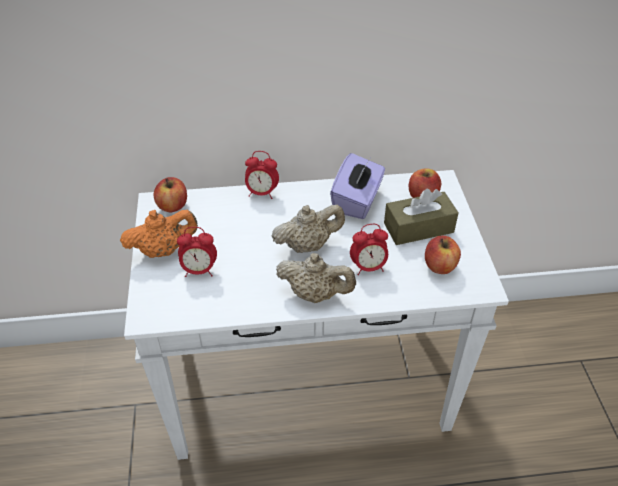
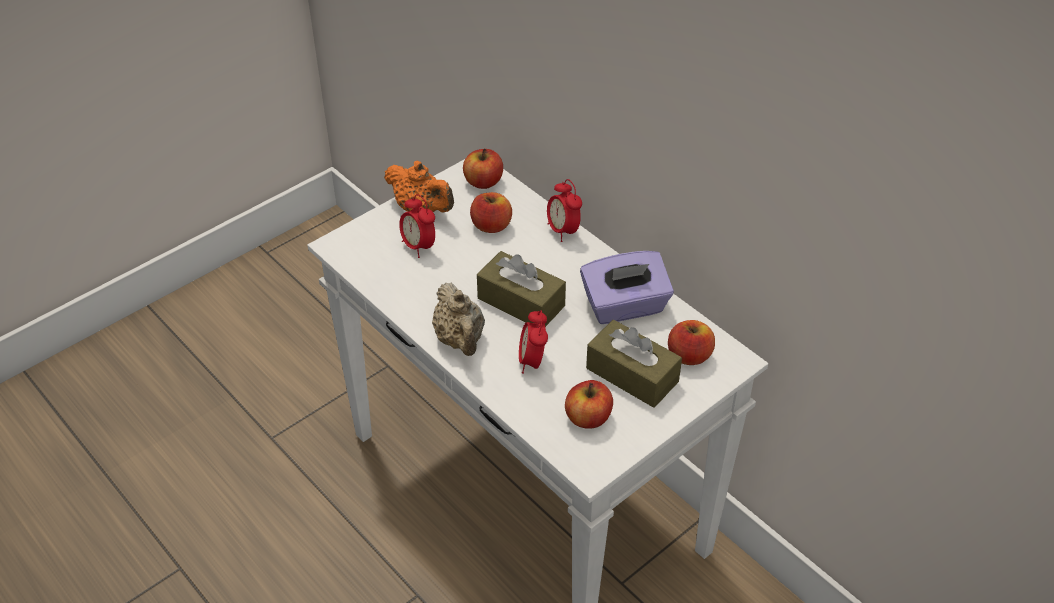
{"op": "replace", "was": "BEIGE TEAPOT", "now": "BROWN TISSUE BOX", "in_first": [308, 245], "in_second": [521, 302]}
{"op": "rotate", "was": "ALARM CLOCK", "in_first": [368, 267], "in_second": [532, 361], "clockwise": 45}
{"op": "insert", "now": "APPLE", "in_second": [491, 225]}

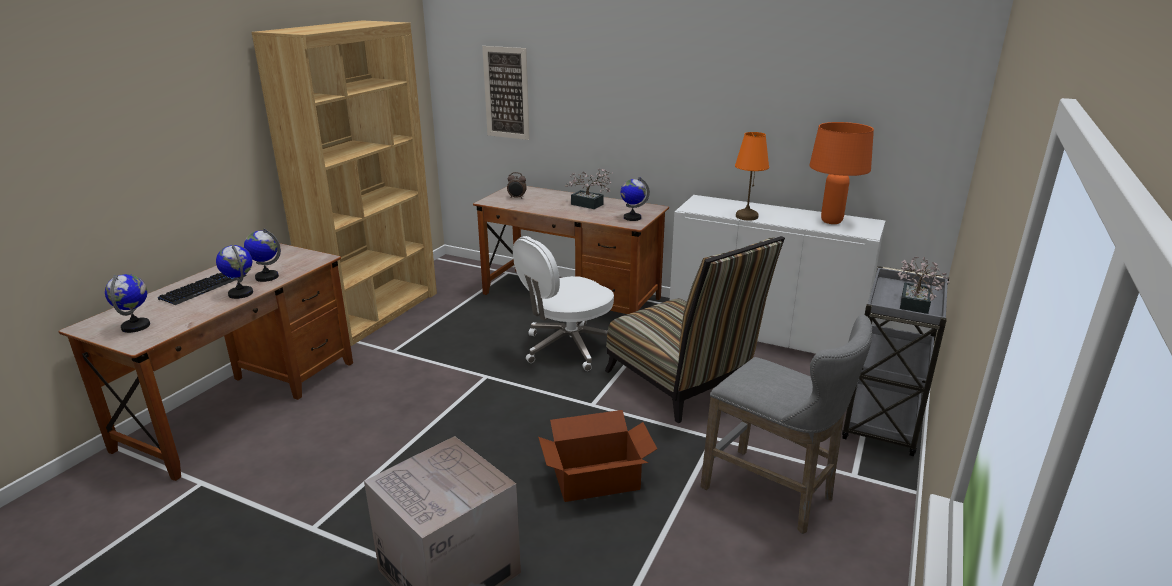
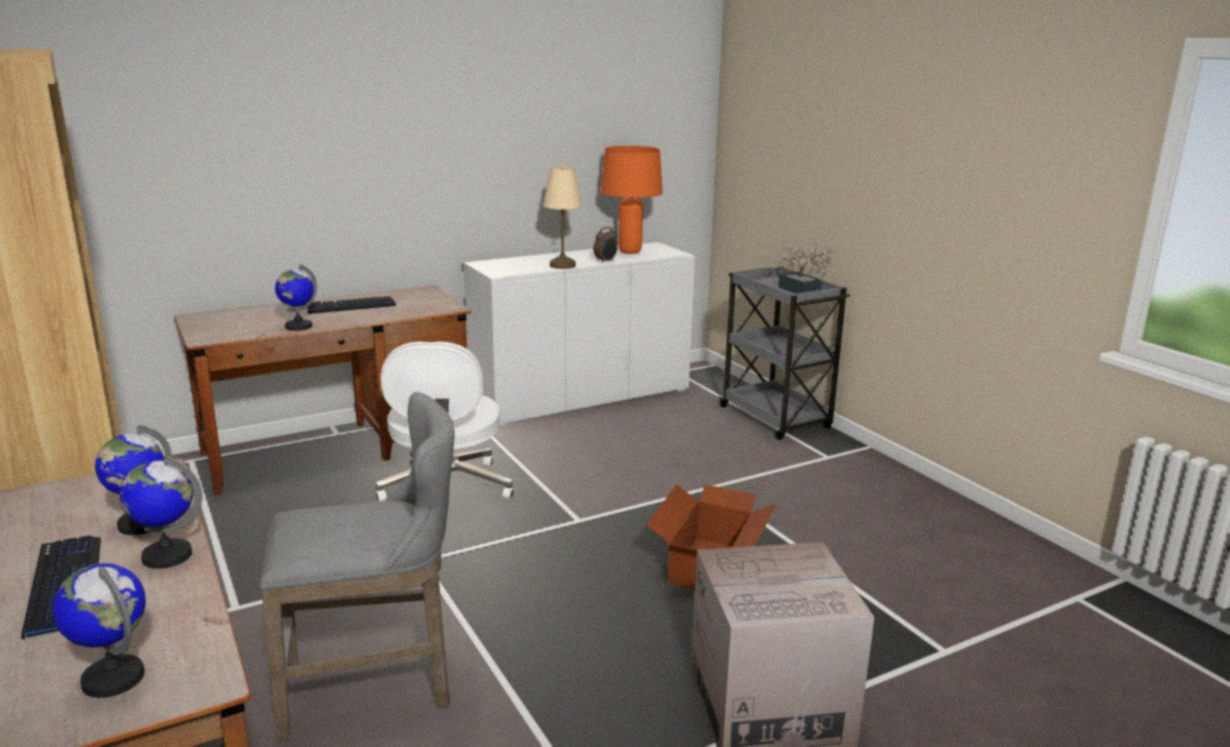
{"op": "delete", "was": "PICTURE", "in_first": [506, 93]}
{"op": "move", "was": "ALARM CLOCK", "in_first": [517, 198], "in_second": [605, 261]}
{"op": "replace", "was": "POTTED PLANT", "now": "KEYBOARD", "in_first": [590, 205], "in_second": [350, 306]}
{"op": "delete", "was": "CHAIR", "in_first": [683, 384]}
{"op": "move", "was": "GLOBE", "in_first": [632, 218], "in_second": [298, 326]}
{"op": "move", "was": "GREY STOOL", "in_first": [774, 494], "in_second": [376, 686]}
{"op": "recolor", "was": "ORANGE TABLE LAMP", "now": "BEIGE TABLE LAMP", "in_first": [746, 216], "in_second": [562, 265]}

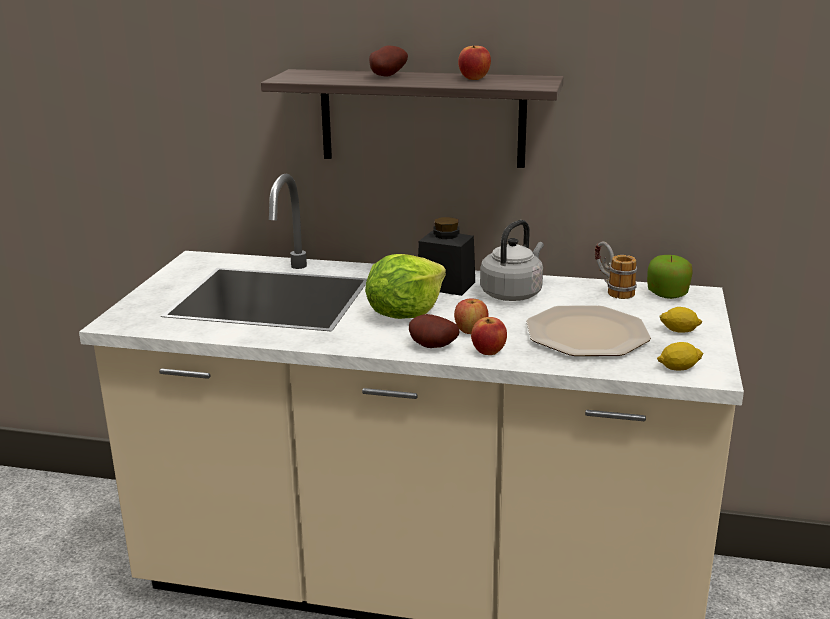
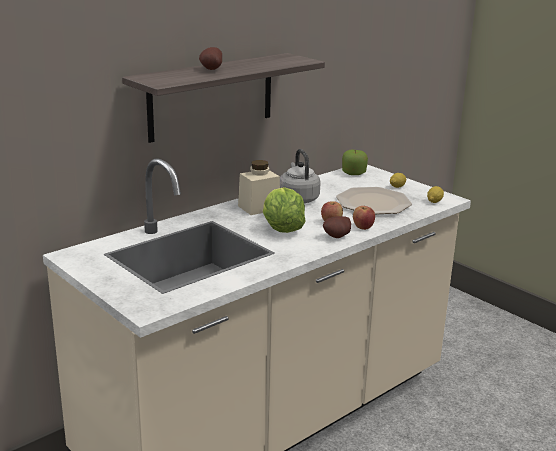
{"op": "recolor", "was": "BLACK JAR", "now": "BEIGE JAR", "in_first": [446, 285], "in_second": [259, 207]}
{"op": "delete", "was": "APPLE", "in_first": [474, 79]}
{"op": "delete", "was": "MUG", "in_first": [612, 290]}

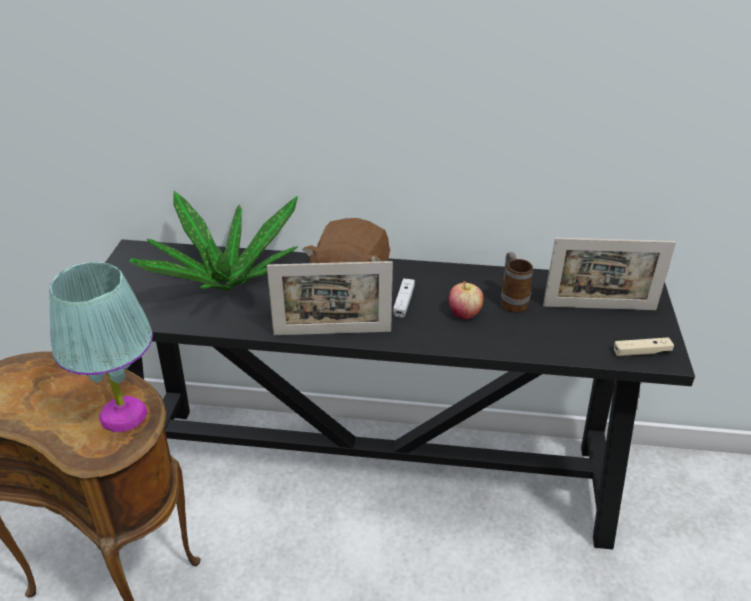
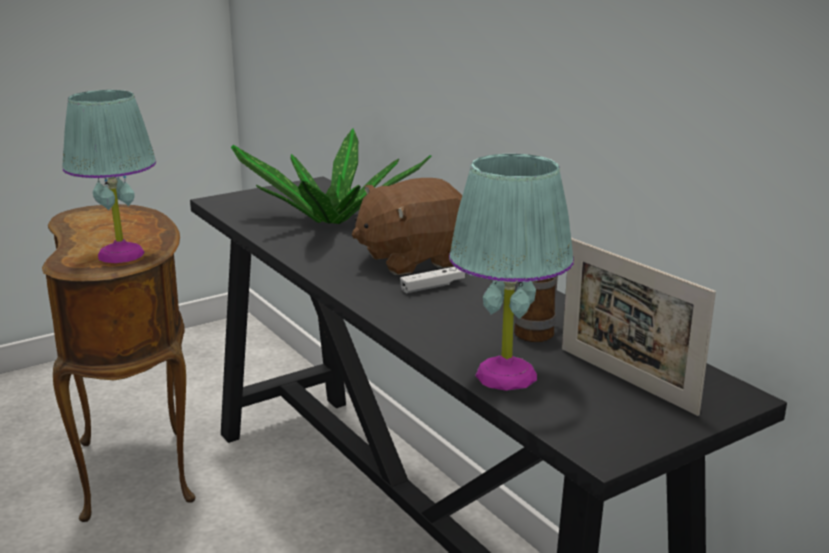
{"op": "delete", "was": "PICTURE FRAME", "in_first": [332, 333]}
{"op": "delete", "was": "APPLE", "in_first": [464, 314]}
{"op": "delete", "was": "BEIGE GAME CONTROLLER", "in_first": [642, 352]}
{"op": "insert", "now": "TURQUOISE TABLE LAMP", "in_second": [506, 375]}

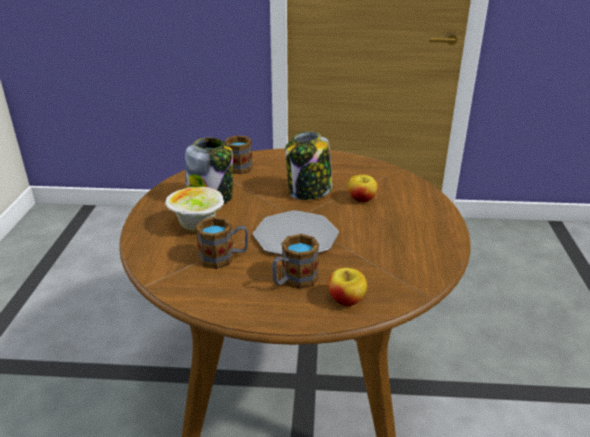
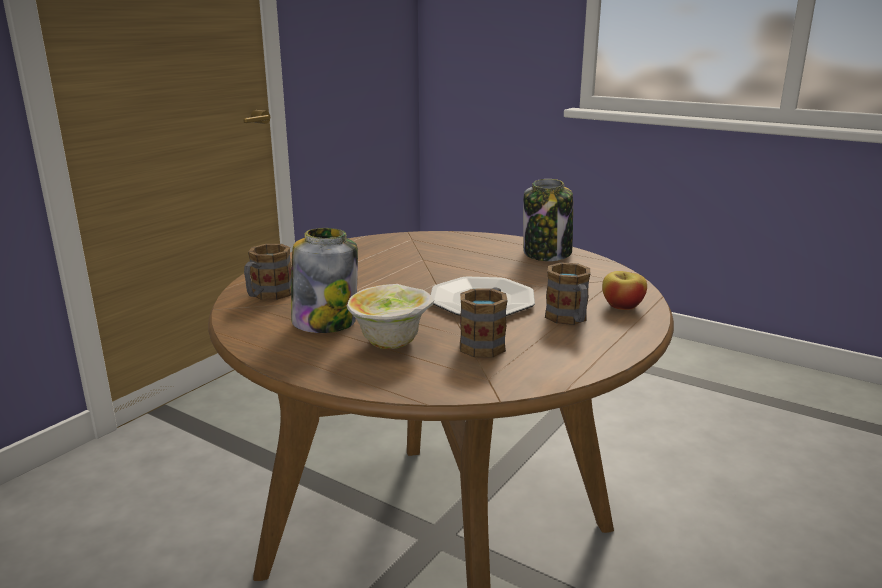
{"op": "move", "was": "JAR", "in_first": [309, 191], "in_second": [547, 253]}
{"op": "delete", "was": "APPLE", "in_first": [361, 199]}

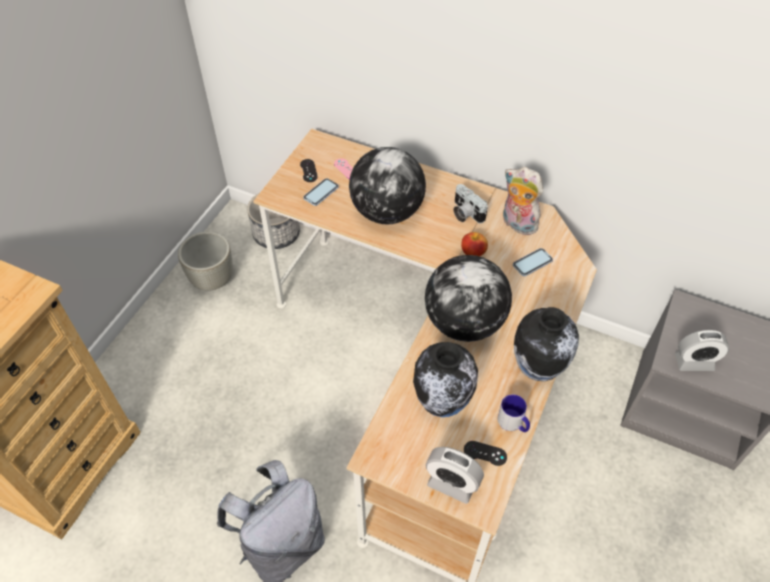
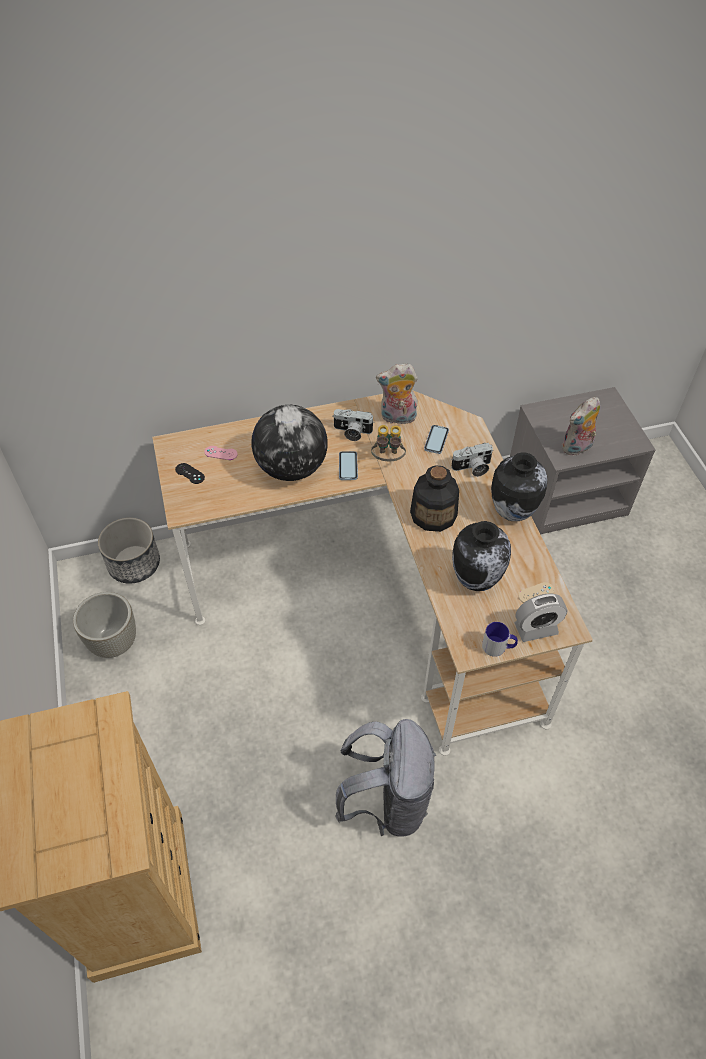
{"op": "move", "was": "PHONE", "in_first": [321, 193], "in_second": [348, 466]}
{"op": "replace", "was": "GLOBE", "now": "BOTTLE", "in_first": [464, 323], "in_second": [434, 514]}
{"op": "replace", "was": "APPLE", "now": "BINOCULARS", "in_first": [473, 253], "in_second": [388, 459]}
{"op": "recolor", "was": "BLACK GAME CONTROLLER", "now": "BEIGE GAME CONTROLLER", "in_first": [485, 453], "in_second": [536, 593]}
{"op": "move", "was": "MUG", "in_first": [513, 423], "in_second": [498, 647]}
{"op": "replace", "was": "ALARM CLOCK", "now": "PLUSH TOY", "in_first": [694, 362], "in_second": [577, 448]}
{"op": "insert", "now": "PHOTO CAMERA", "in_second": [472, 468]}

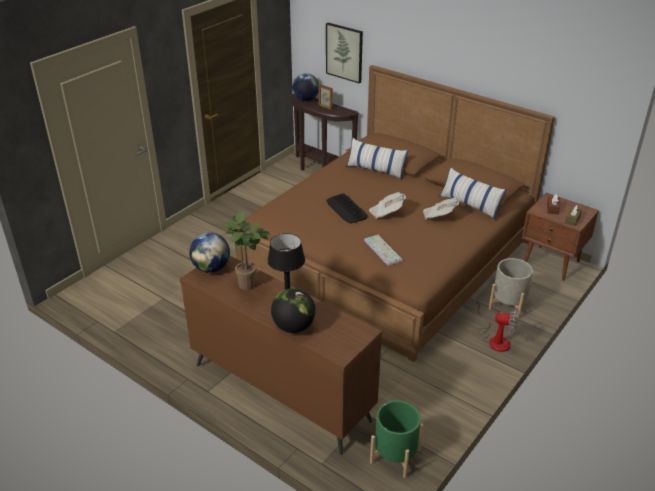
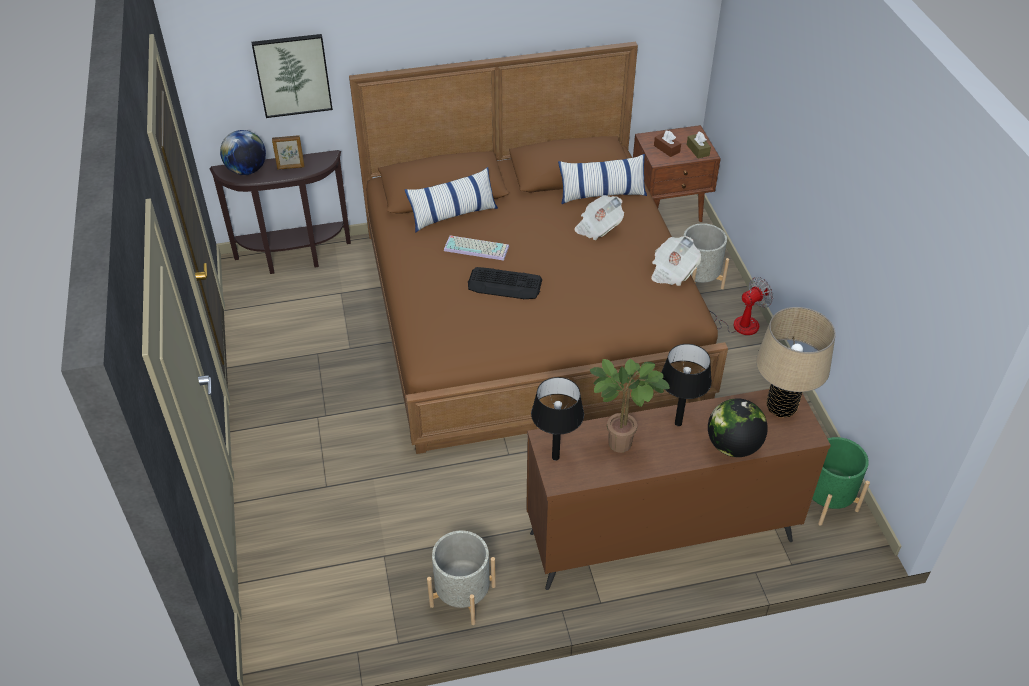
{"op": "replace", "was": "GLOBE", "now": "BLACK TABLE LAMP", "in_first": [211, 268], "in_second": [556, 457]}
{"op": "move", "was": "KEYBOARD", "in_first": [384, 250], "in_second": [477, 248]}
{"op": "move", "was": "NEWSPAPER", "in_first": [386, 213], "in_second": [672, 271]}
{"op": "insert", "now": "GREY PLANTER", "in_second": [463, 596]}
{"op": "insert", "now": "BEIGE TABLE LAMP", "in_second": [781, 407]}

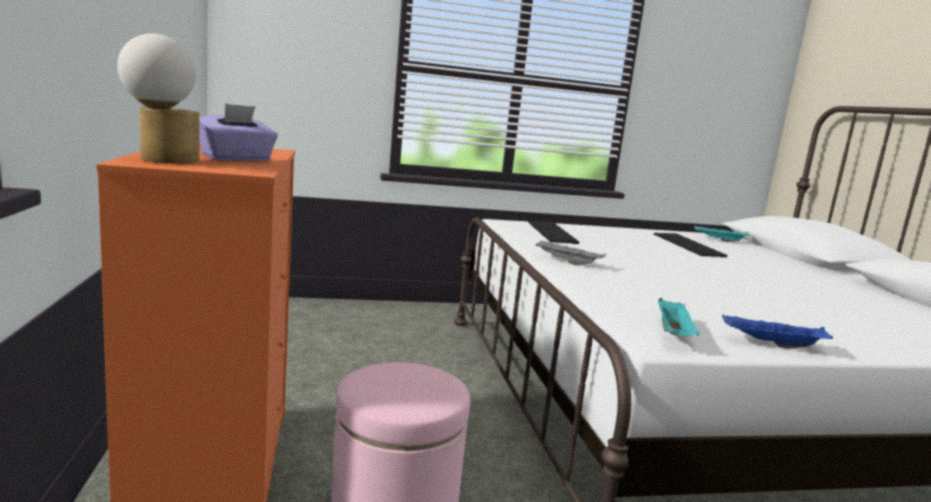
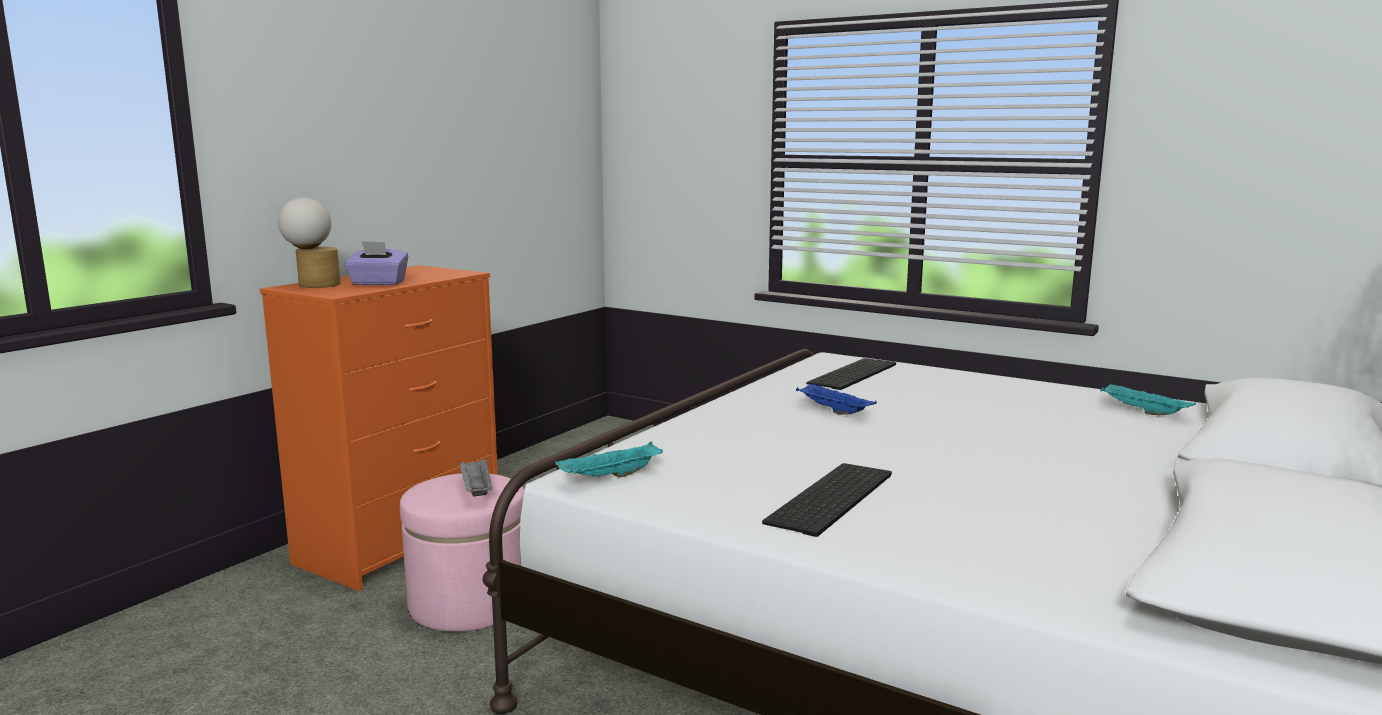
{"op": "move", "was": "GREY TRAY", "in_first": [566, 262], "in_second": [476, 490]}
{"op": "move", "was": "KEYBOARD", "in_first": [689, 245], "in_second": [833, 499]}
{"op": "move", "was": "BLUE TRAY", "in_first": [771, 345], "in_second": [832, 411]}

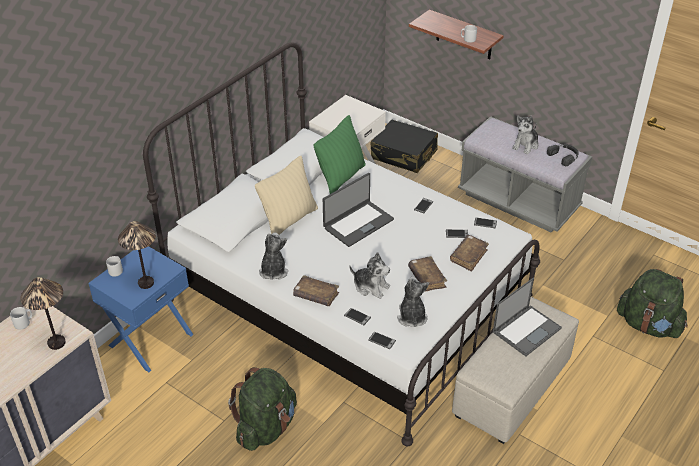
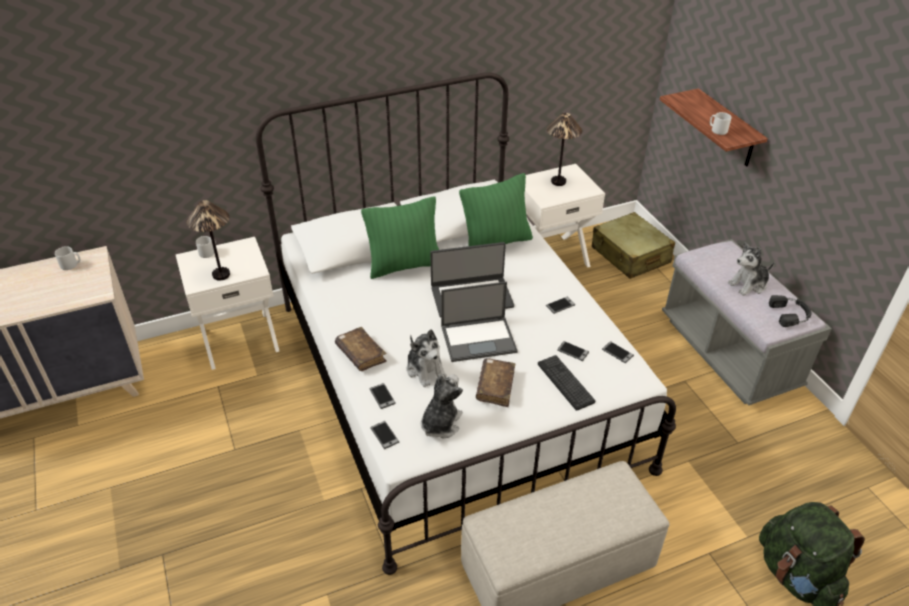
{"op": "move", "was": "TABLE LAMP", "in_first": [57, 343], "in_second": [558, 182]}
{"op": "recolor", "was": "BLUE NIGHTSTAND", "now": "WHITE NIGHTSTAND", "in_first": [150, 339], "in_second": [239, 339]}
{"op": "delete", "was": "GREEN BACKPACK", "in_first": [266, 427]}
{"op": "recolor", "was": "BEIGE PILLOW", "now": "GREEN PILLOW", "in_first": [289, 220], "in_second": [404, 265]}
{"op": "delete", "was": "PLUSH TOY", "in_first": [273, 271]}
{"op": "recolor", "was": "BLACK SUITCASE", "now": "BEIGE SUITCASE", "in_first": [404, 155], "in_second": [630, 255]}
{"op": "replace", "was": "BROWN BOOK", "now": "KEYBOARD", "in_first": [468, 256], "in_second": [565, 382]}
{"op": "move", "was": "LAPTOP", "in_first": [527, 330], "in_second": [479, 338]}

